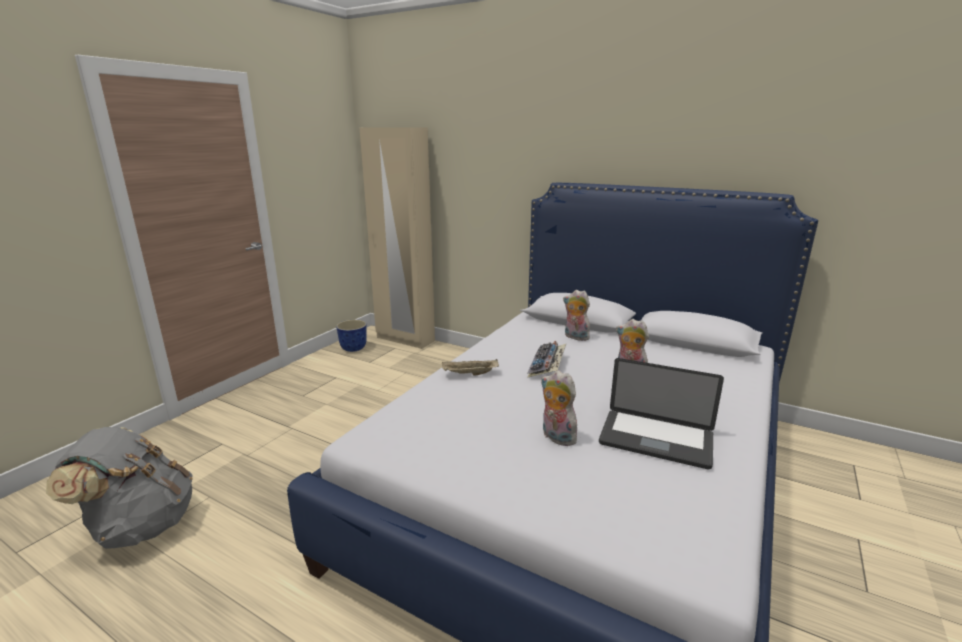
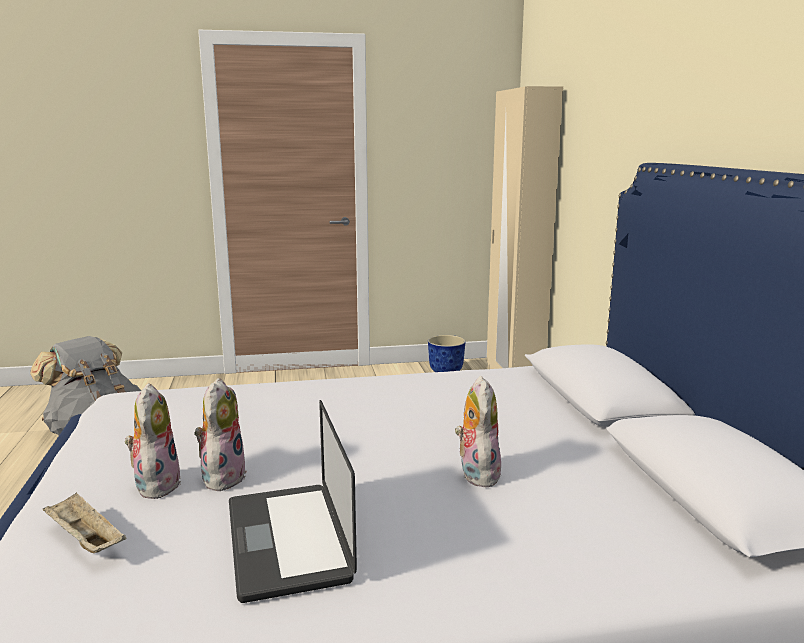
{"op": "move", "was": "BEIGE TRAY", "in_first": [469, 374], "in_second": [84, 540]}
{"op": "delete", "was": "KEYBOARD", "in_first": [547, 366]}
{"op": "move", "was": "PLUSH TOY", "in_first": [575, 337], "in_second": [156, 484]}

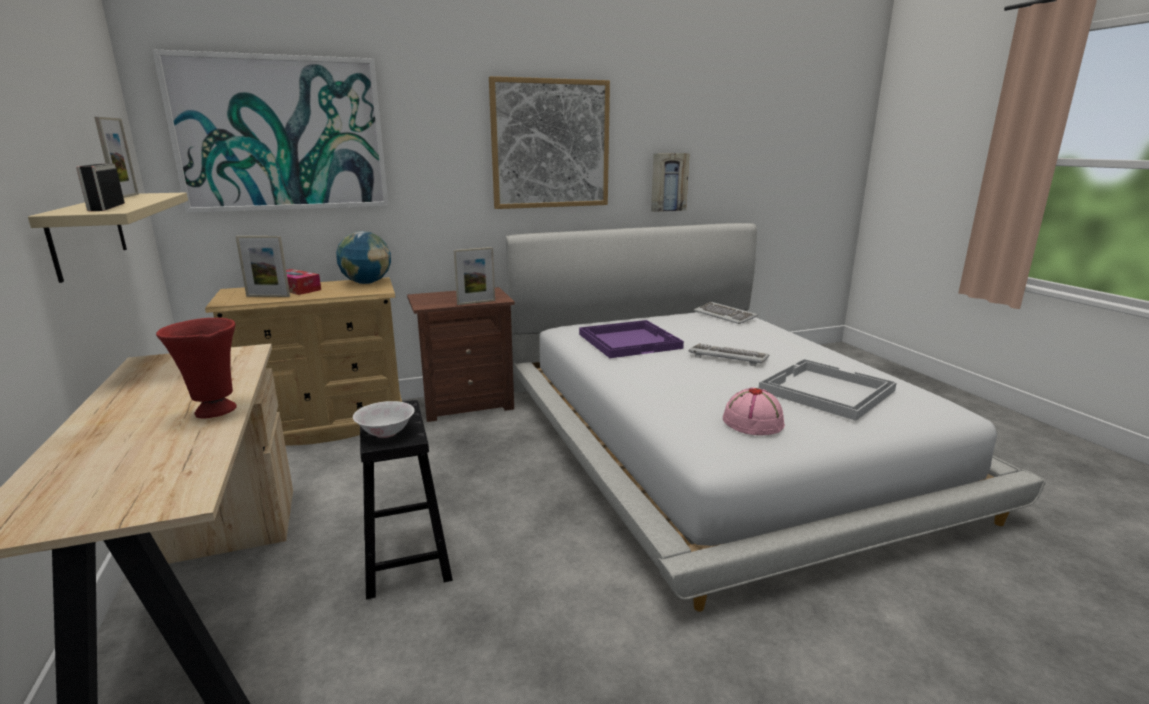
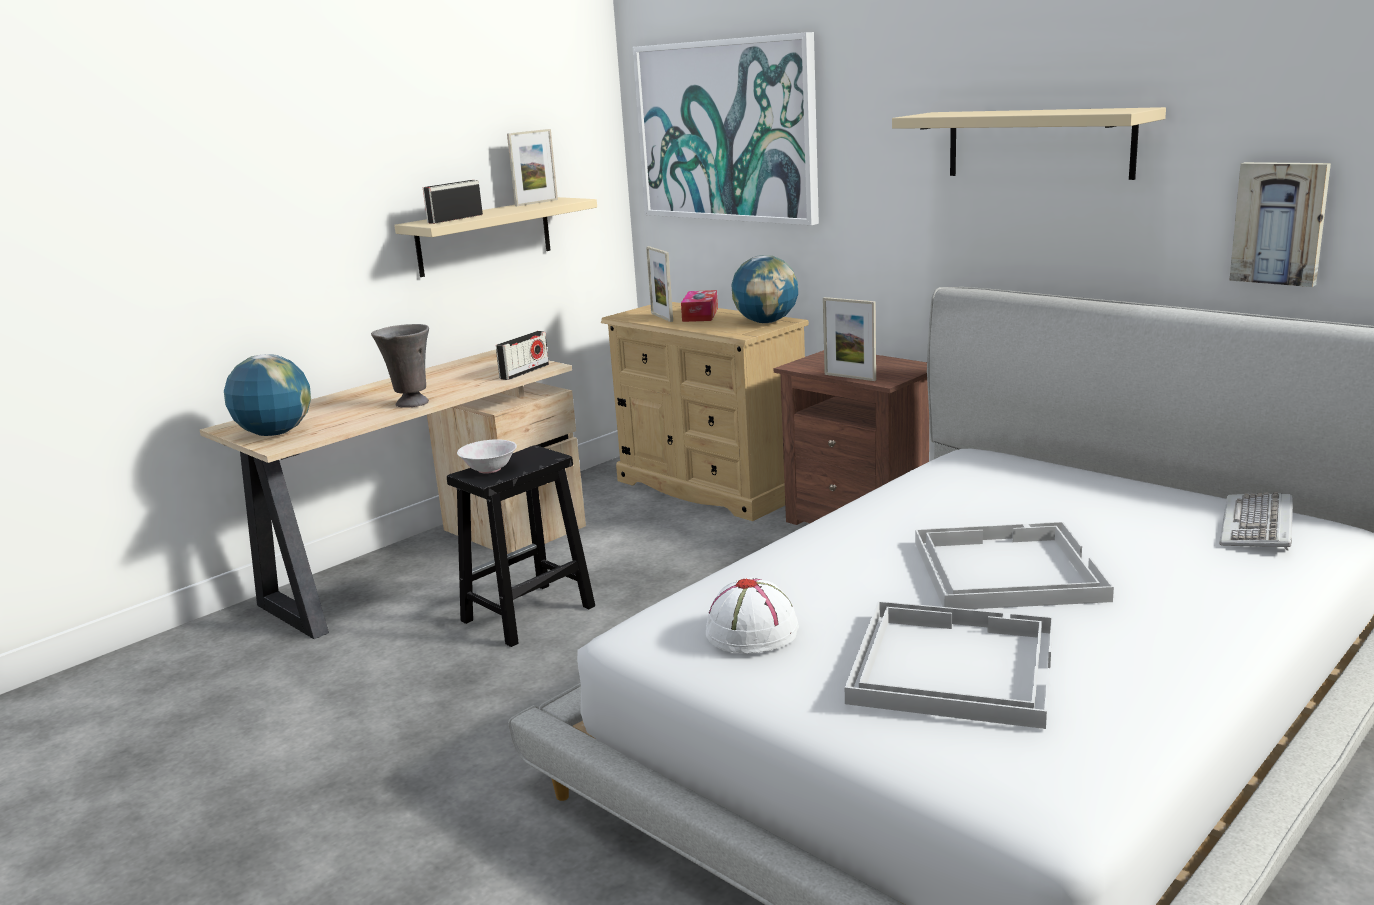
{"op": "recolor", "was": "RED VASE", "now": "GREY VASE", "in_first": [214, 411], "in_second": [411, 404]}
{"op": "replace", "was": "PICTURE", "now": "BEIGE SHELF", "in_first": [550, 144], "in_second": [1039, 144]}
{"op": "delete", "was": "PURPLE TRAY", "in_first": [629, 341]}
{"op": "replace", "was": "KEYBOARD", "now": "WHITE TRAY", "in_first": [728, 357], "in_second": [1005, 569]}
{"op": "recolor", "was": "PINK HAT", "now": "WHITE HAT", "in_first": [753, 421], "in_second": [752, 631]}
{"op": "insert", "now": "GLOBE", "in_second": [275, 433]}
{"op": "insert", "now": "RADIO", "in_second": [524, 372]}

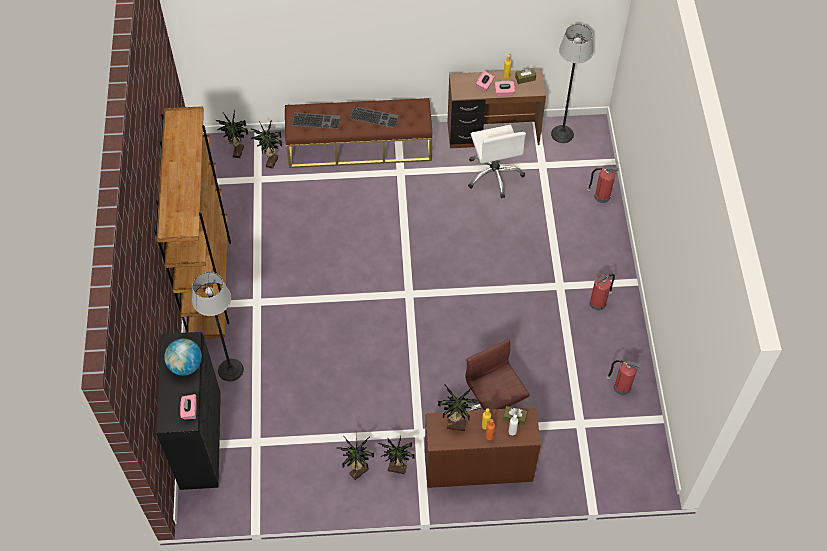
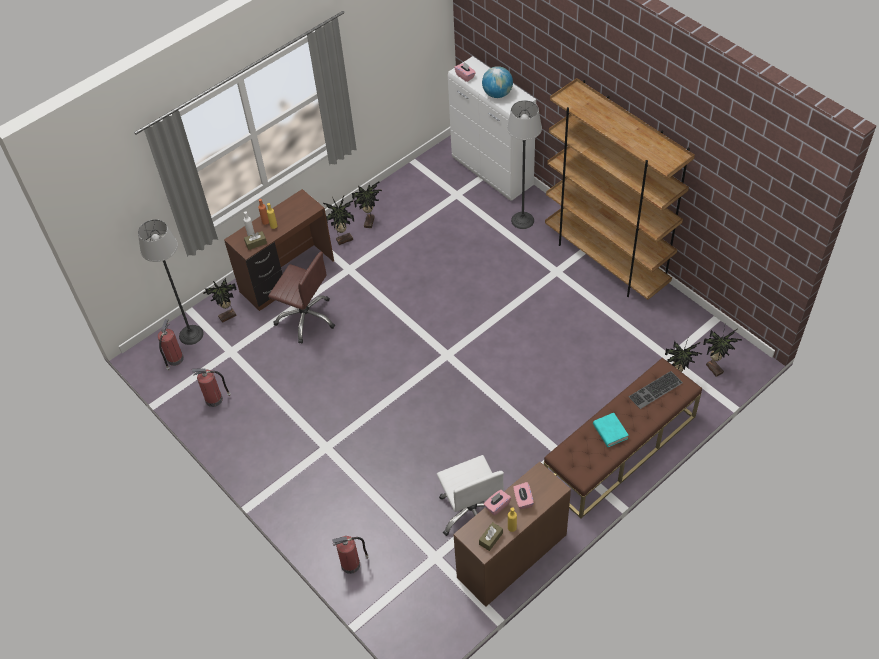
{"op": "recolor", "was": "BLACK CABINET", "now": "WHITE CABINET", "in_first": [201, 441], "in_second": [493, 173]}
{"op": "replace", "was": "KEYBOARD", "now": "TURQUOISE BOOK", "in_first": [375, 116], "in_second": [610, 431]}
{"op": "move", "was": "POTTED PLANT", "in_first": [456, 424], "in_second": [228, 317]}
{"op": "rotate", "was": "WHITE OFFICE CHAIR", "in_first": [494, 174], "in_second": [472, 512], "clockwise": -150}
{"op": "move", "was": "FLOOR LAMP", "in_first": [562, 134], "in_second": [191, 334]}
{"op": "move", "was": "FIRE EXTINGUISHER", "in_first": [598, 302], "in_second": [174, 359]}

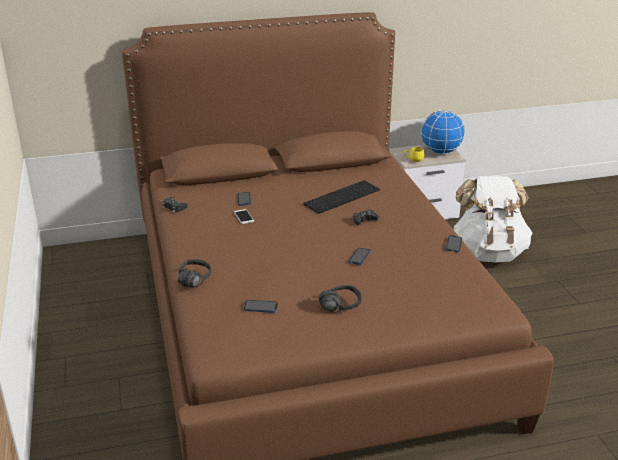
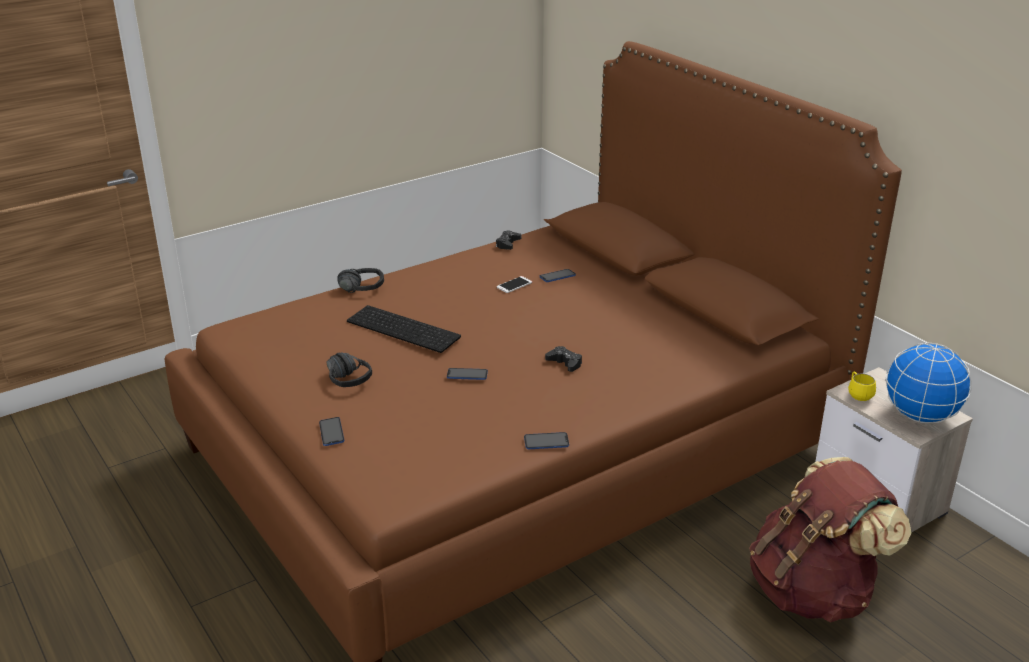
{"op": "move", "was": "PHONE", "in_first": [260, 307], "in_second": [331, 432]}
{"op": "move", "was": "KEYBOARD", "in_first": [341, 196], "in_second": [405, 328]}
{"op": "recolor", "was": "WHITE BACKPACK", "now": "BROWN BACKPACK", "in_first": [488, 252], "in_second": [814, 591]}

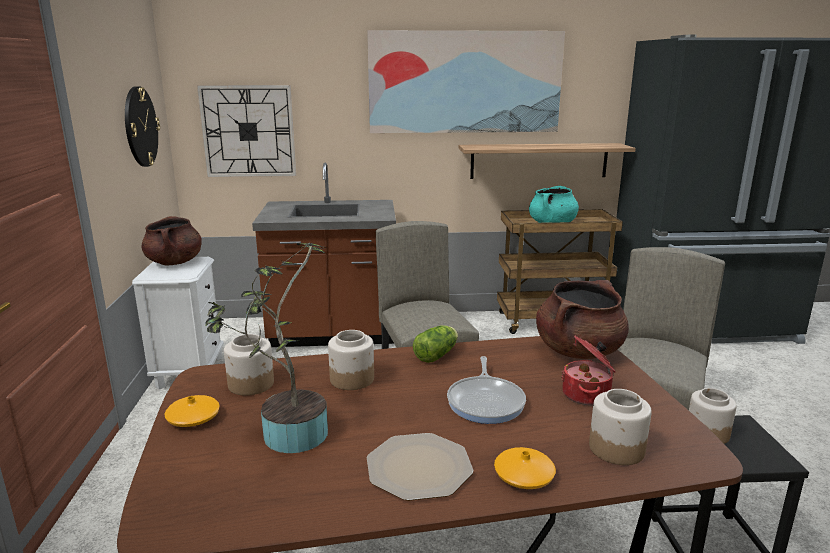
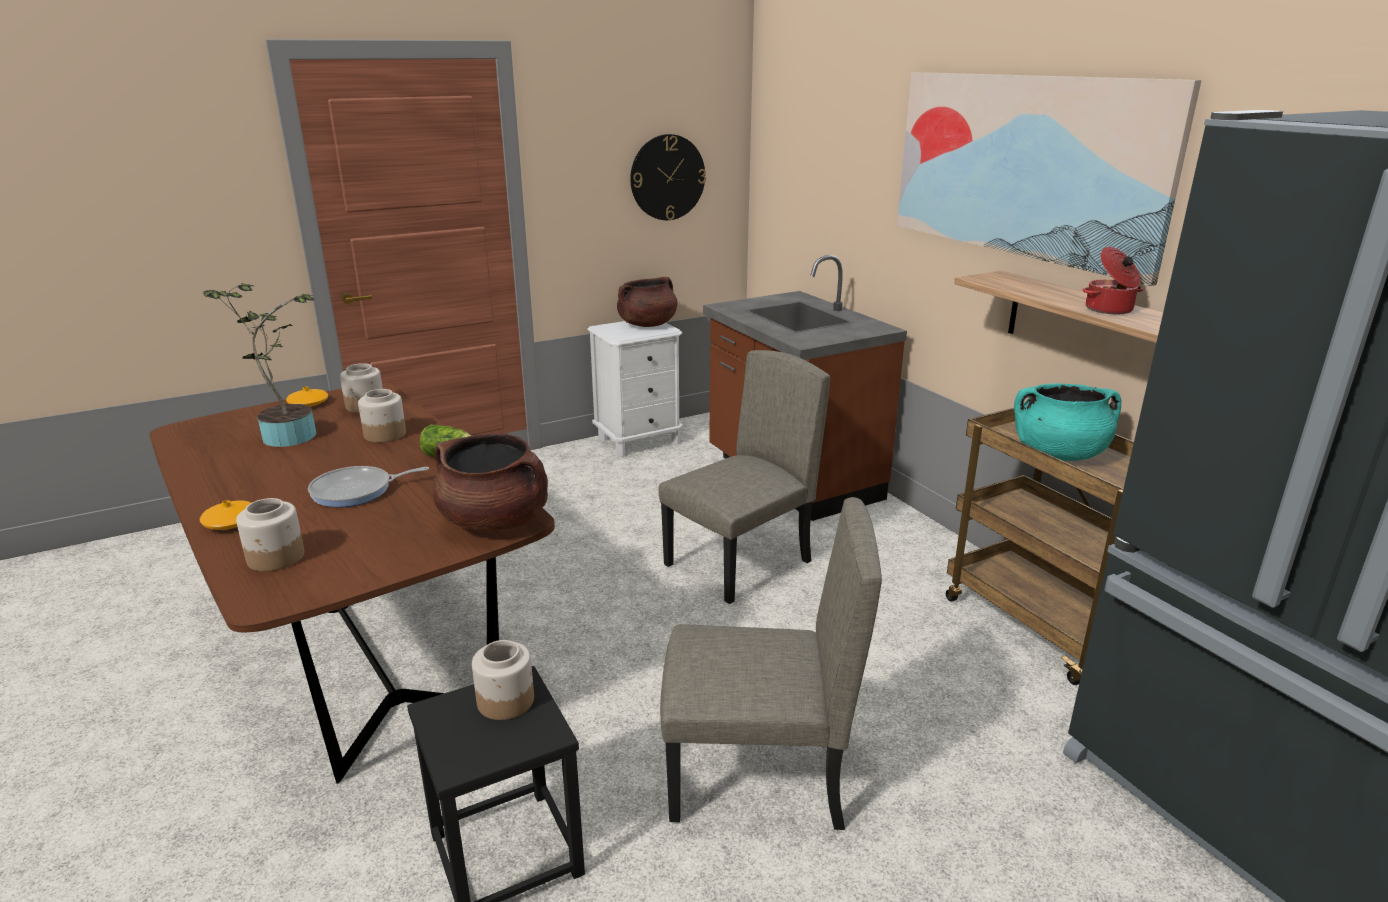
{"op": "delete", "was": "WALL CLOCK", "in_first": [248, 131]}
{"op": "delete", "was": "PLATE", "in_first": [419, 468]}
{"op": "move", "was": "COOKING POT", "in_first": [587, 395], "in_second": [1109, 309]}

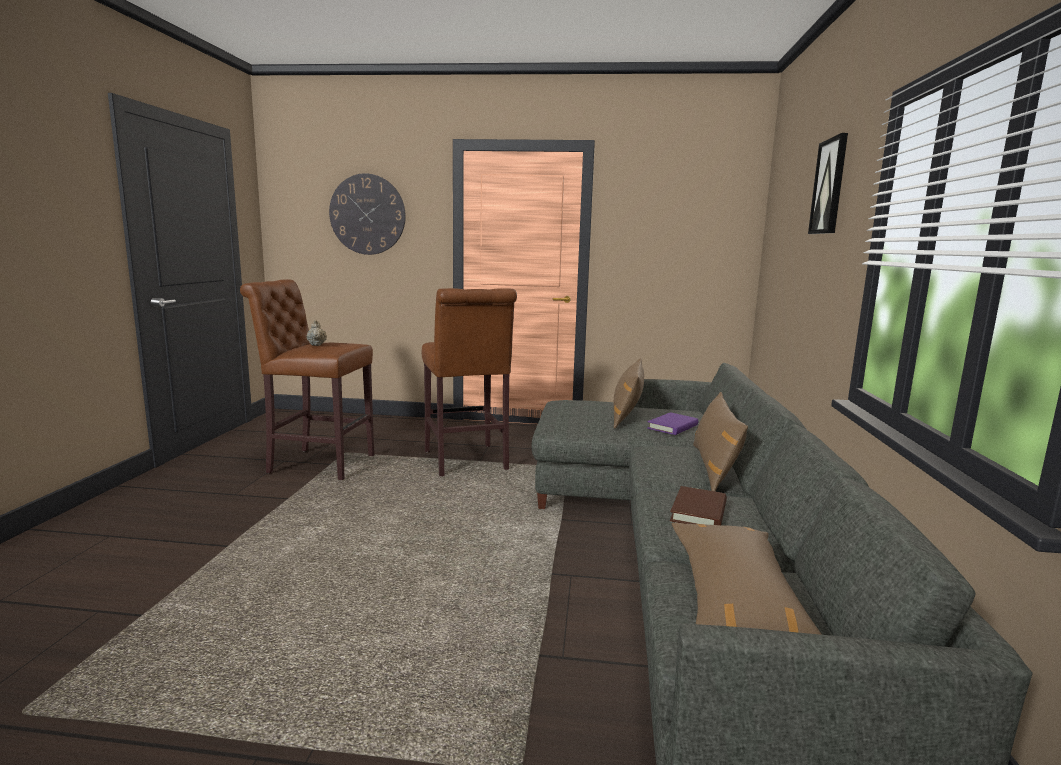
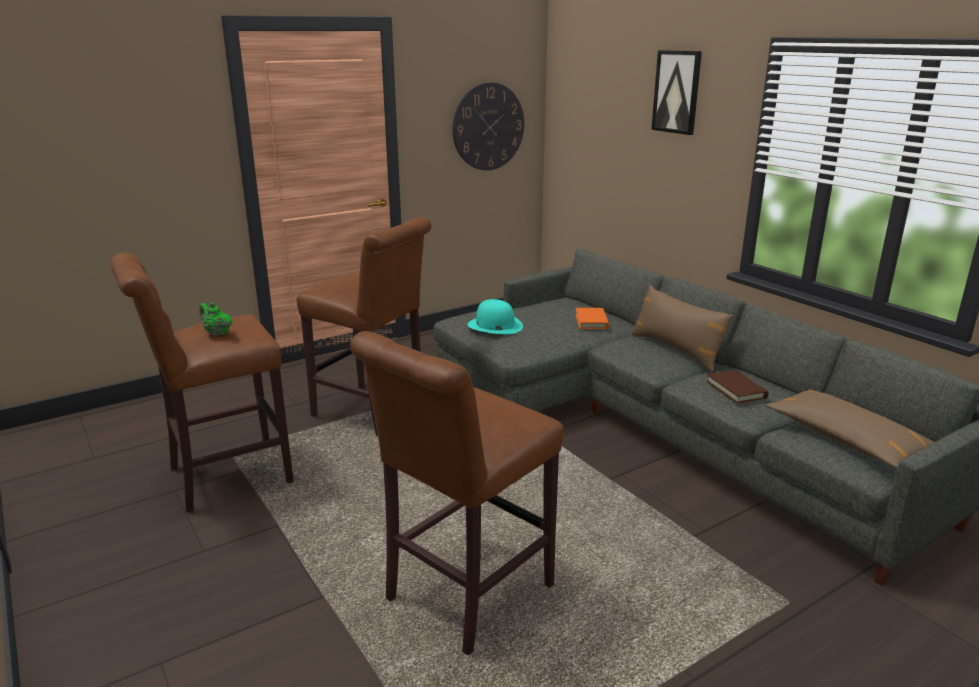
{"op": "recolor", "was": "BEIGE TEAPOT", "now": "GREEN TEAPOT", "in_first": [317, 345], "in_second": [217, 333]}
{"op": "move", "was": "WALL CLOCK", "in_first": [367, 214], "in_second": [488, 127]}
{"op": "delete", "was": "BROWN PILLOW", "in_first": [627, 414]}
{"op": "recolor", "was": "PURPLE BOOK", "now": "ORANGE BOOK", "in_first": [672, 427], "in_second": [591, 321]}
{"op": "insert", "now": "BROWN STOOL", "in_second": [463, 596]}
{"op": "insert", "now": "TURQUOISE HAT", "in_second": [495, 325]}

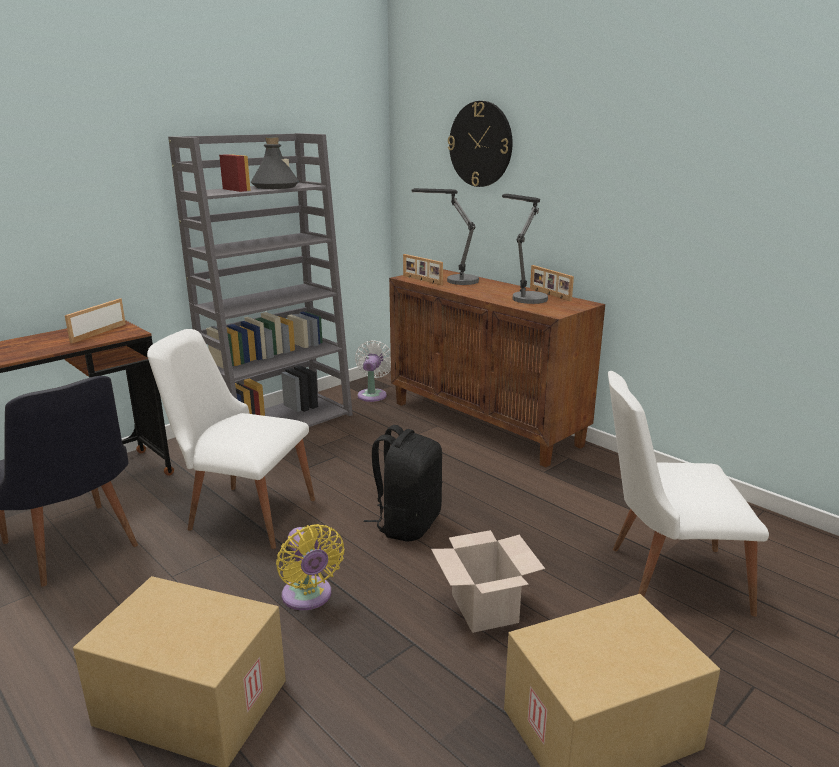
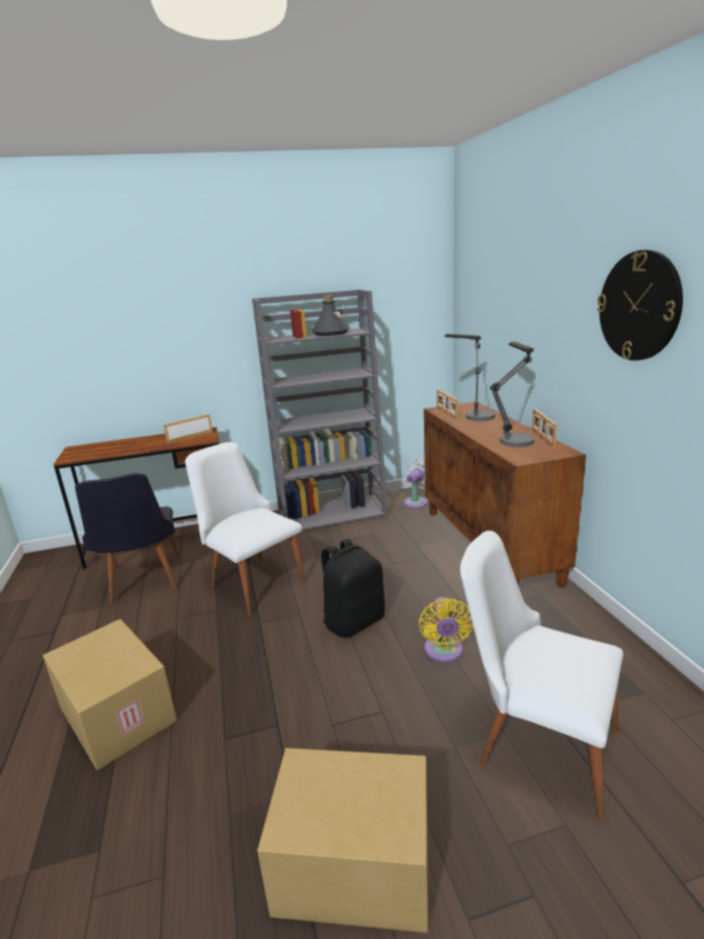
{"op": "move", "was": "YELLOW FAN", "in_first": [308, 597], "in_second": [444, 652]}
{"op": "delete", "was": "CARDBOARD BOX", "in_first": [486, 609]}
{"op": "move", "was": "WALL CLOCK", "in_first": [480, 144], "in_second": [639, 306]}

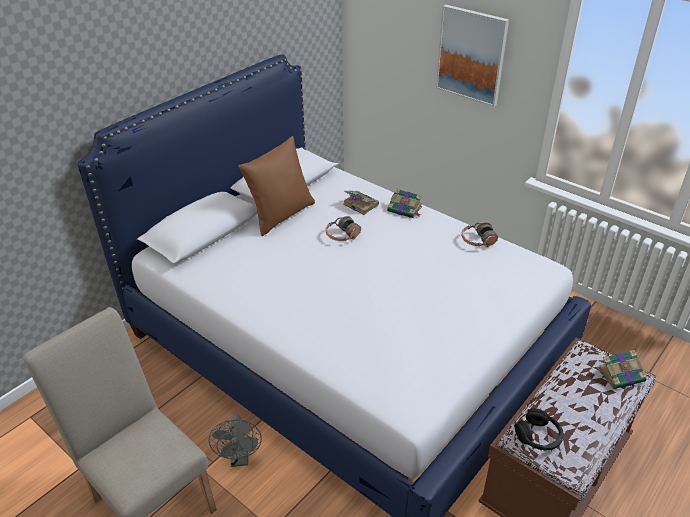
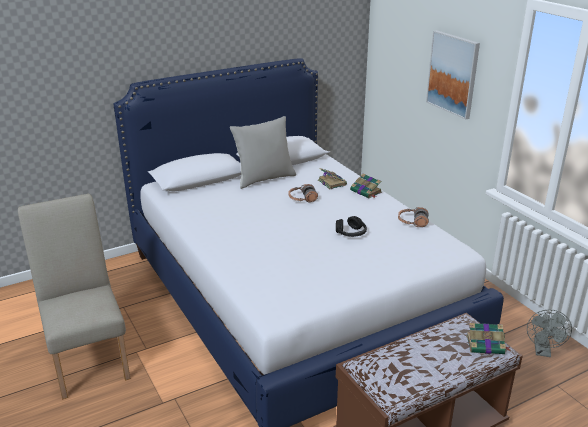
{"op": "move", "was": "GREY FAN", "in_first": [240, 458], "in_second": [543, 351]}
{"op": "recolor", "was": "BROWN PILLOW", "now": "GREY PILLOW", "in_first": [281, 215], "in_second": [264, 179]}
{"op": "move", "was": "BLACK HEADPHONES", "in_first": [538, 436], "in_second": [351, 233]}

